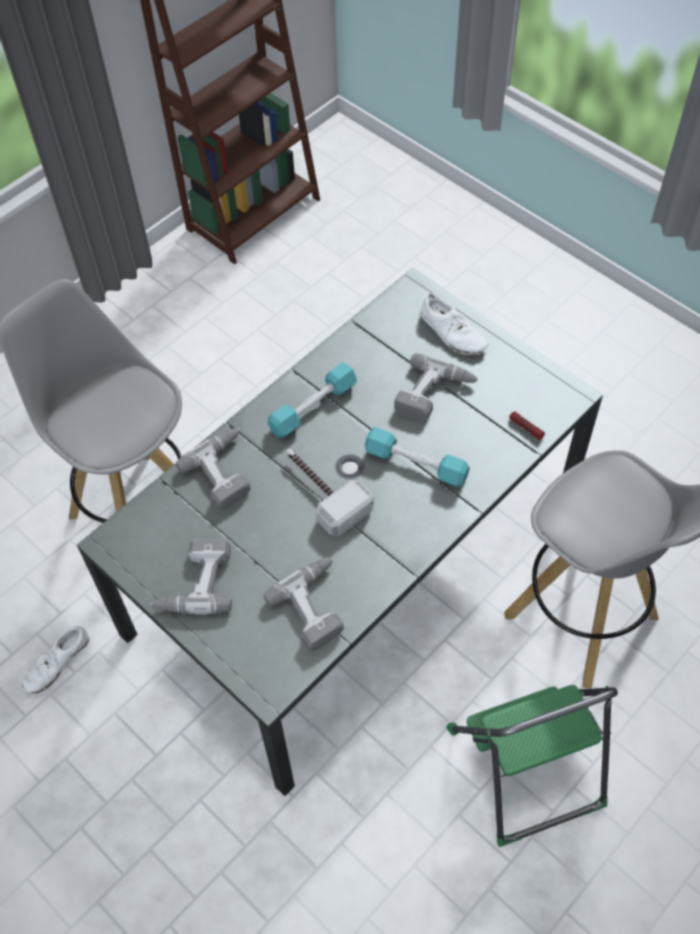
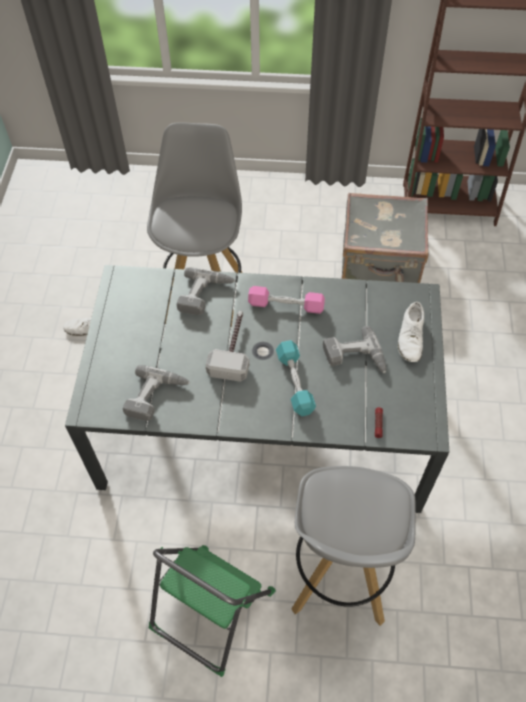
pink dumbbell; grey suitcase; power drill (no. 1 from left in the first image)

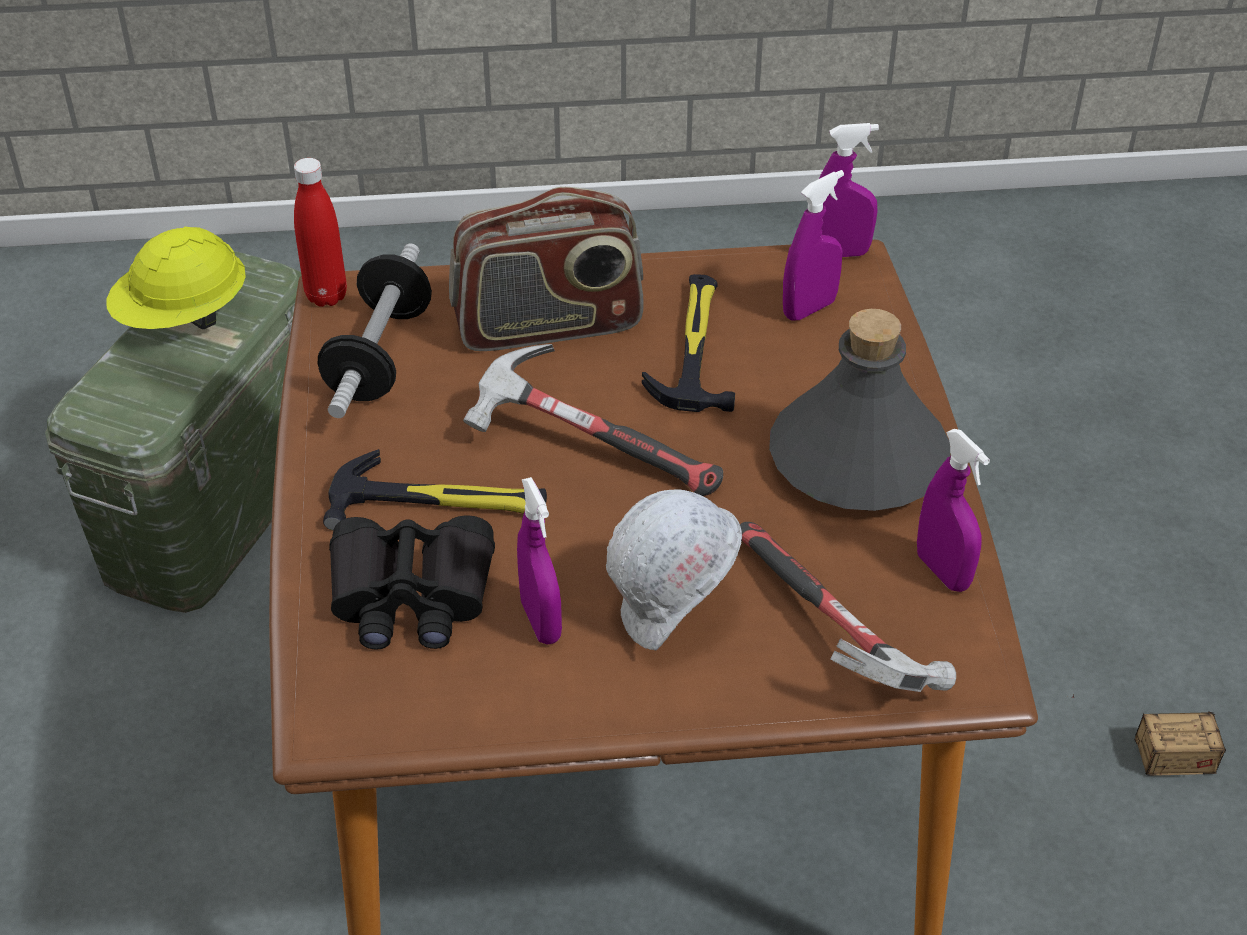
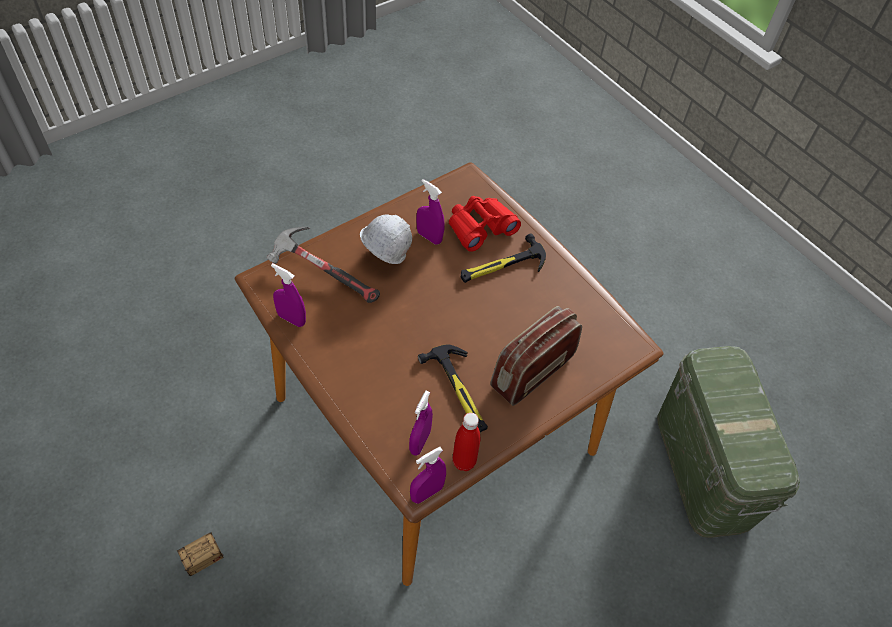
red binoculars; red bottle; yellow hard hat; dumbbell; hammer (no. 2 from left in the first image); grey bottle

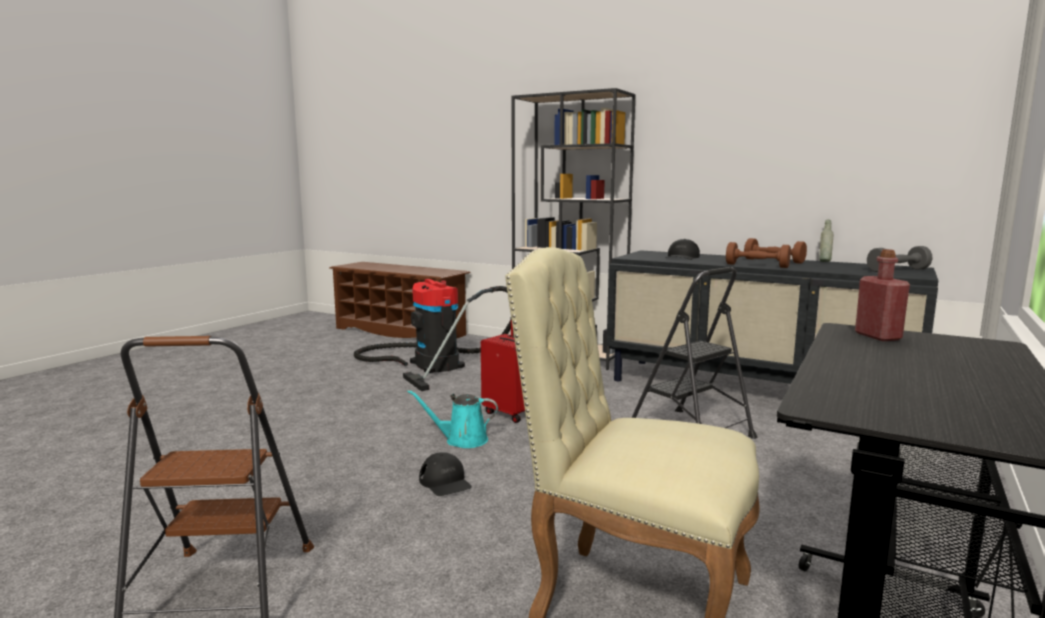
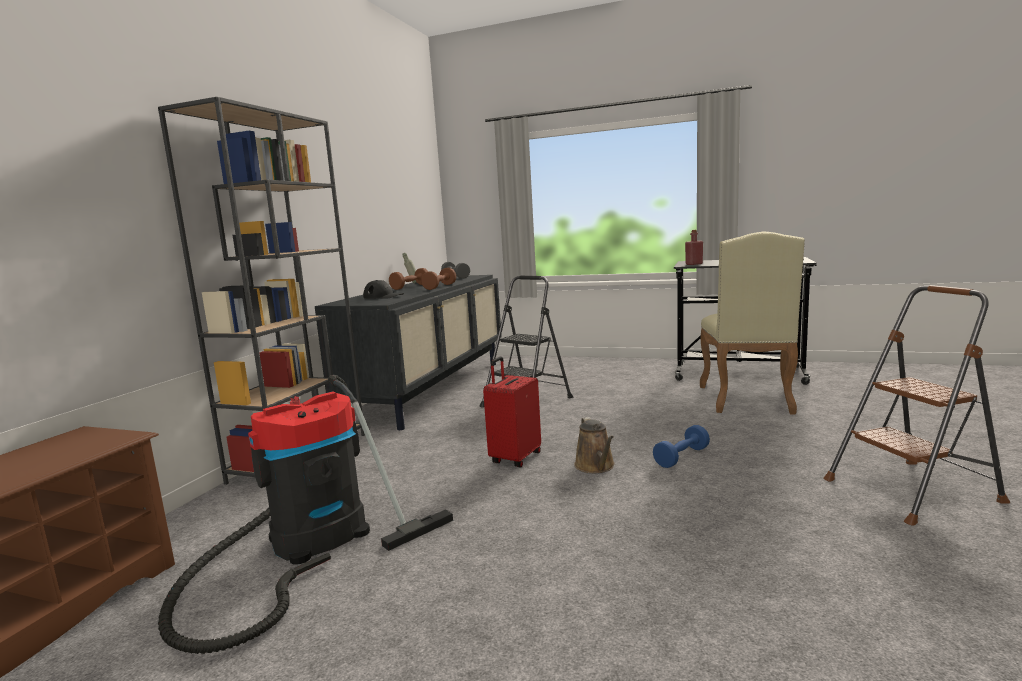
brown watering can; blue dumbbell

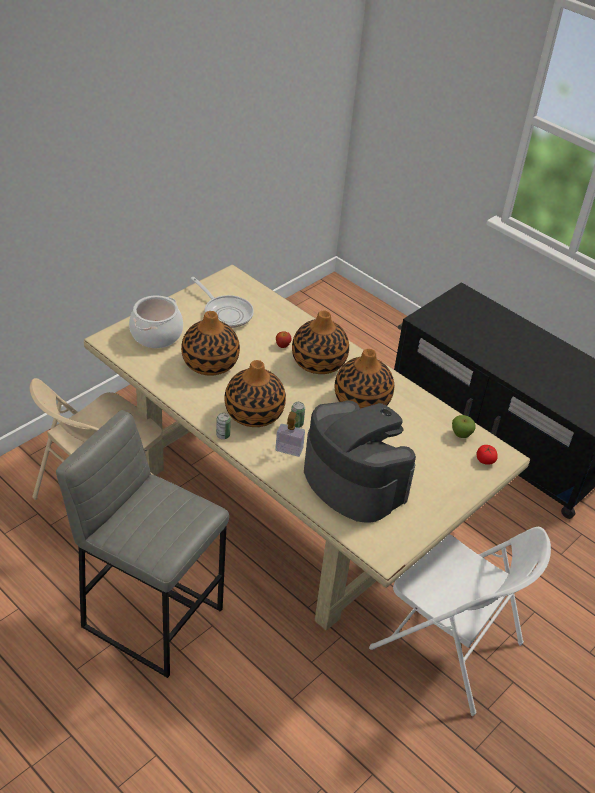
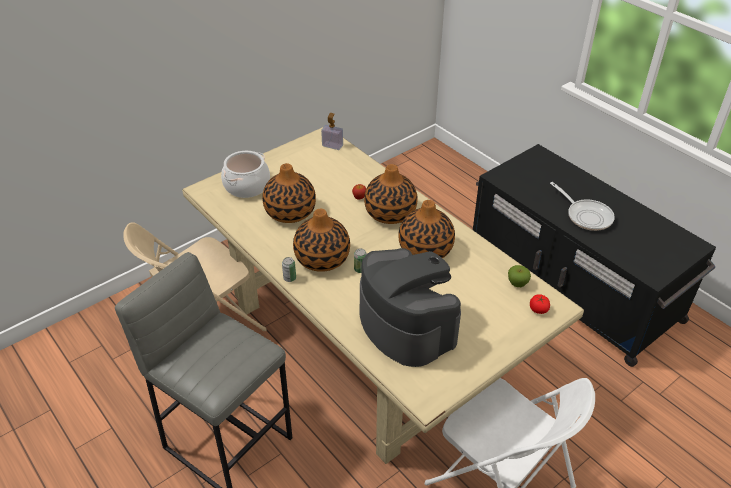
soap dispenser; frying pan

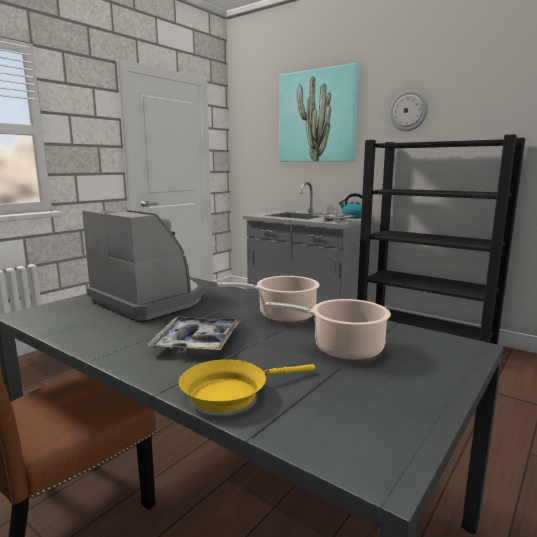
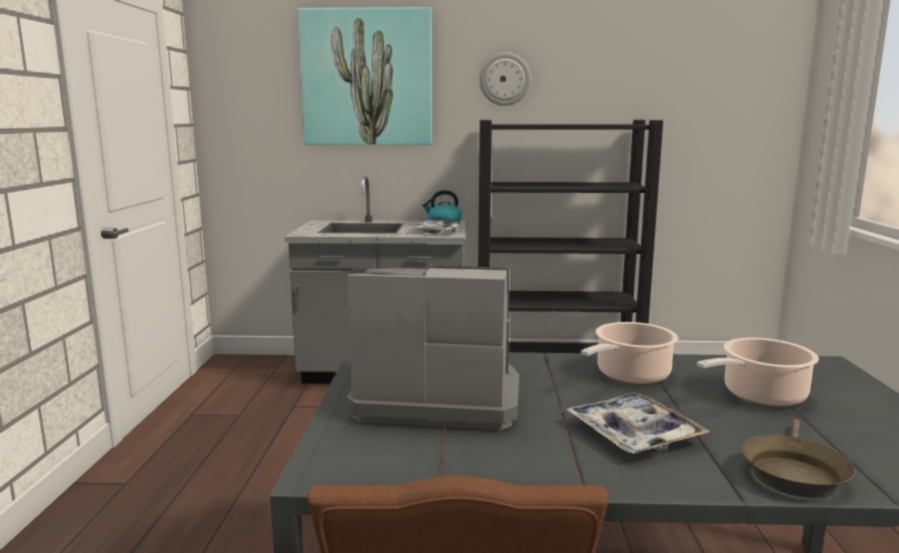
brown frying pan

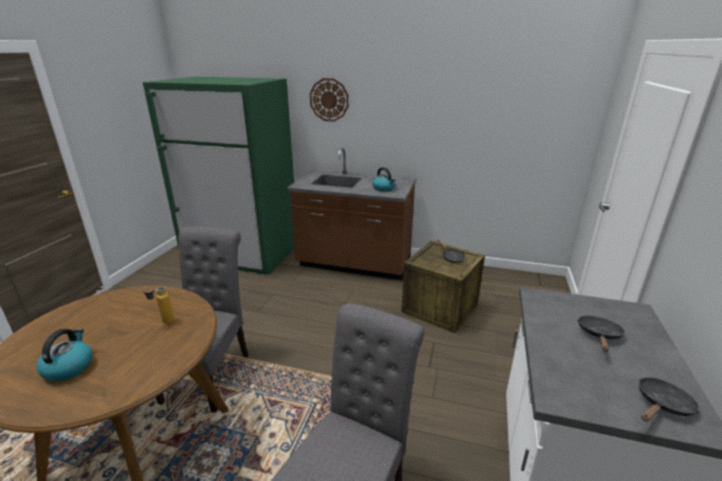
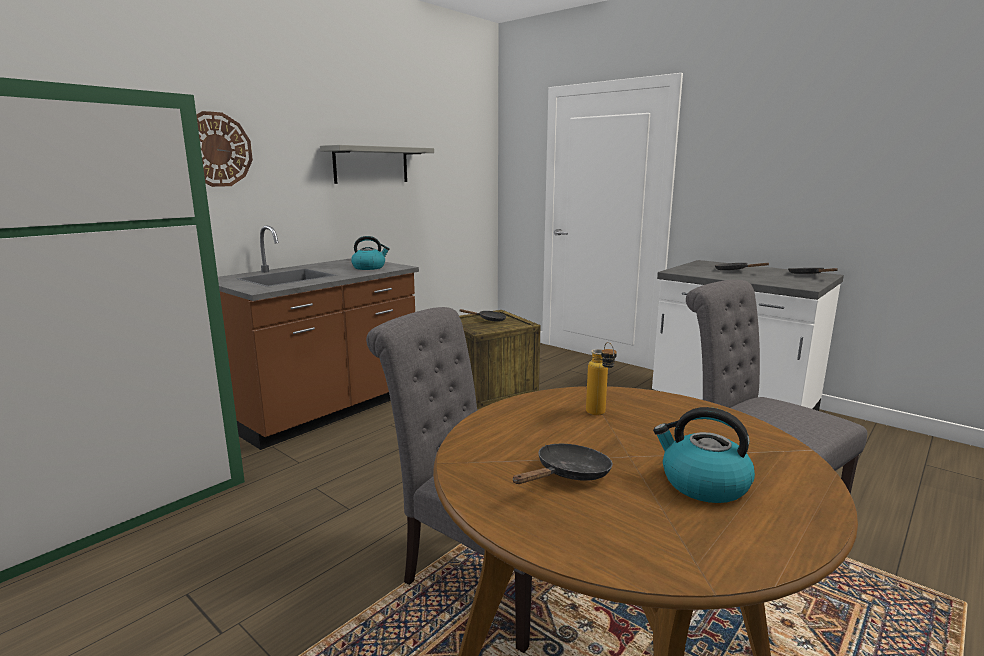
grey shelf; black frying pan (no. 2 from left)

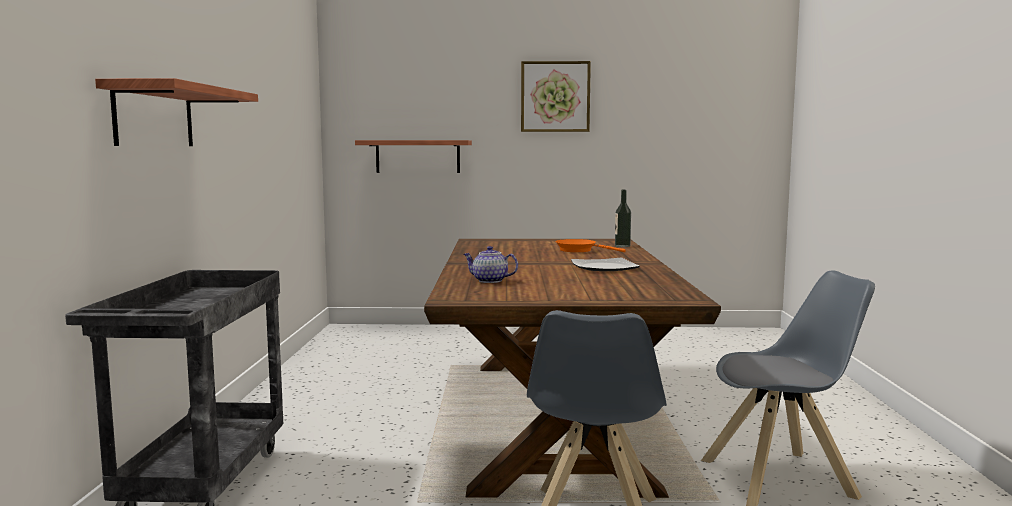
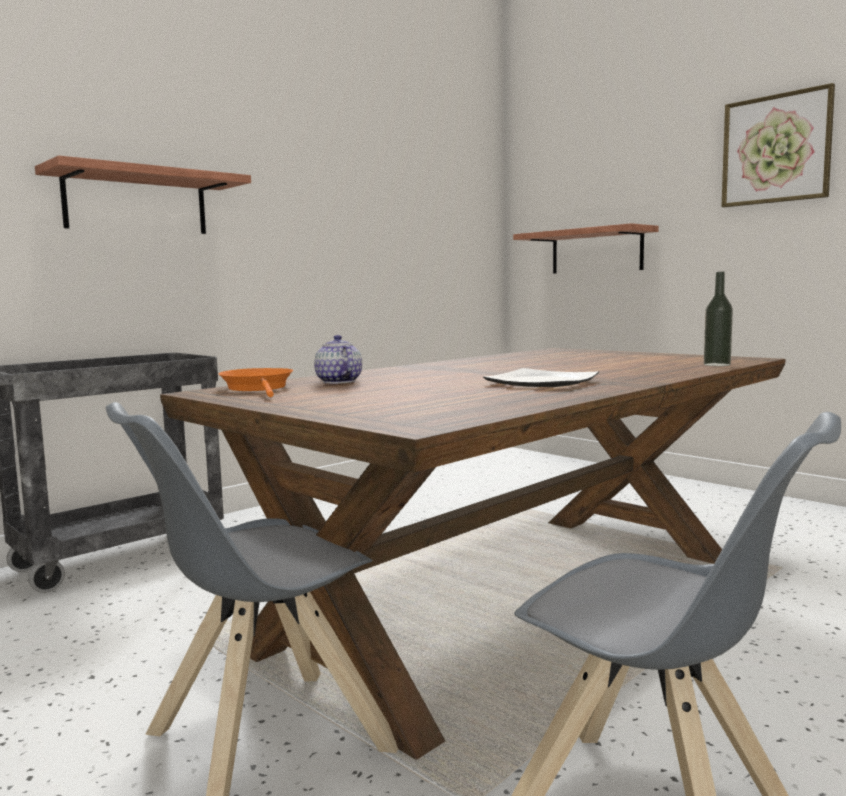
orange frying pan

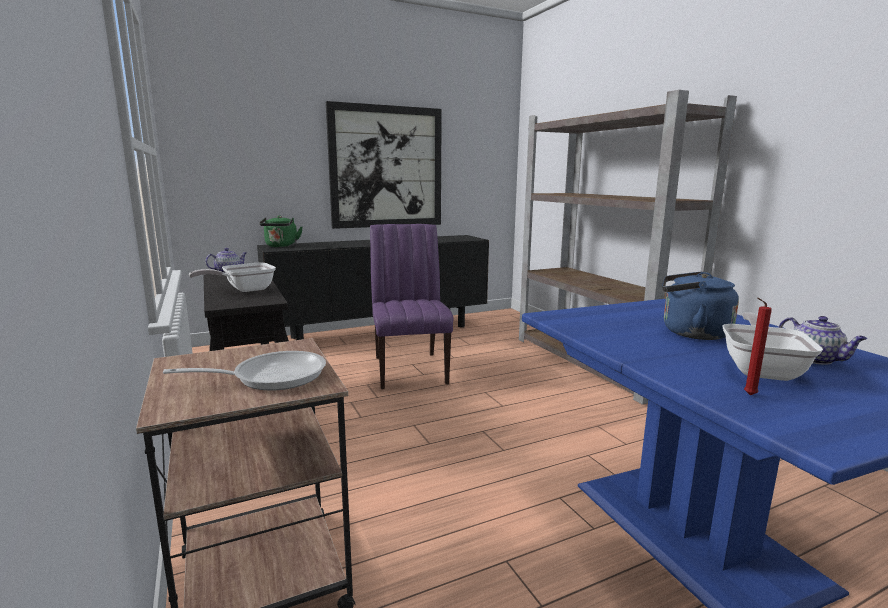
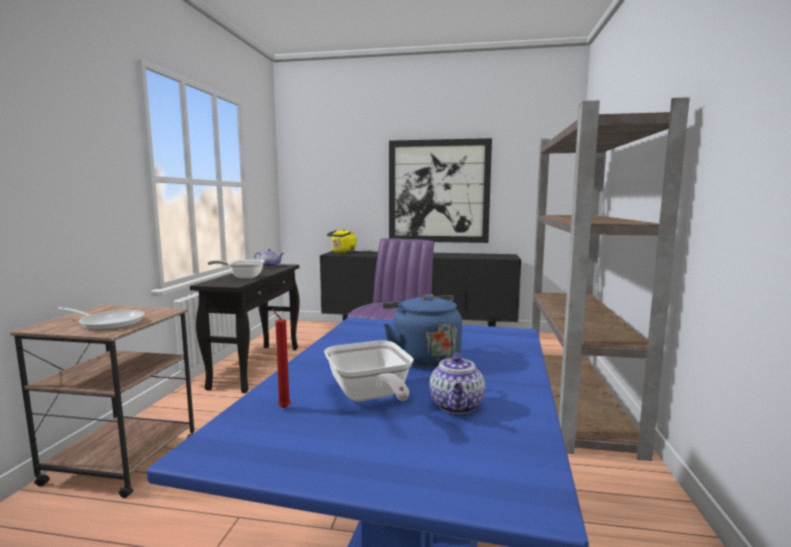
frying pan (no. 3 from left); yellow kettle

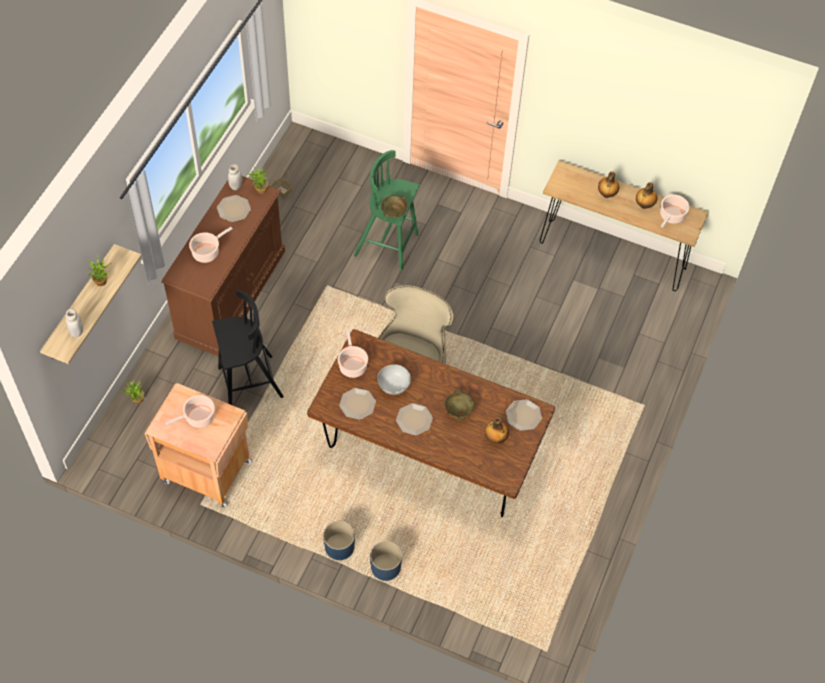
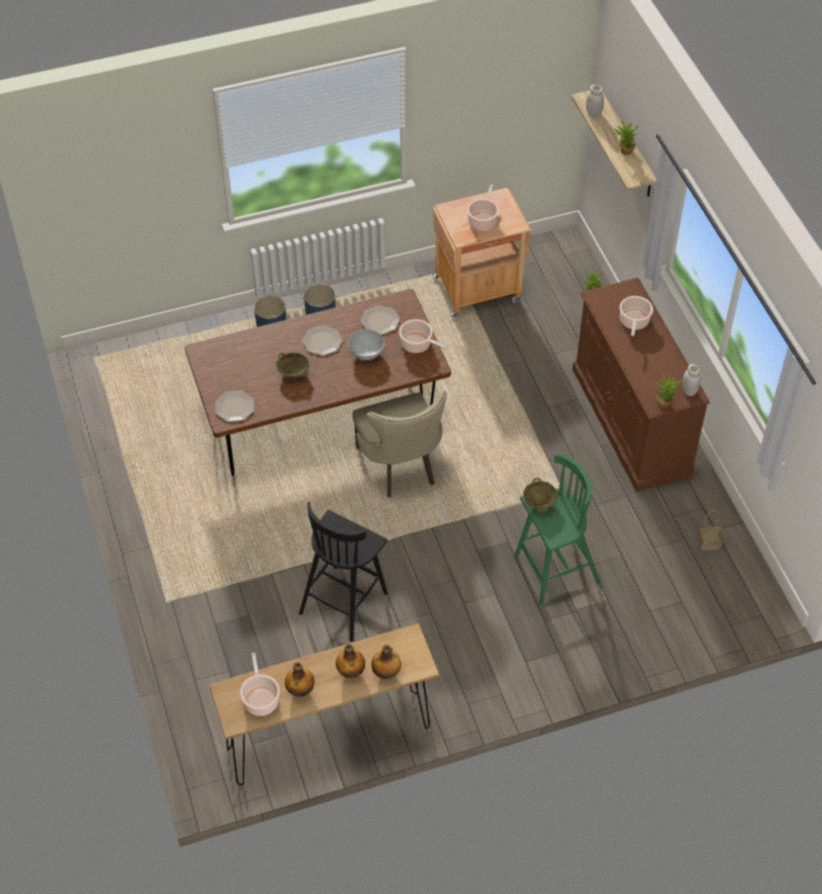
black stool; bottle (no. 3 from left); plate (no. 1 from left in the first image)

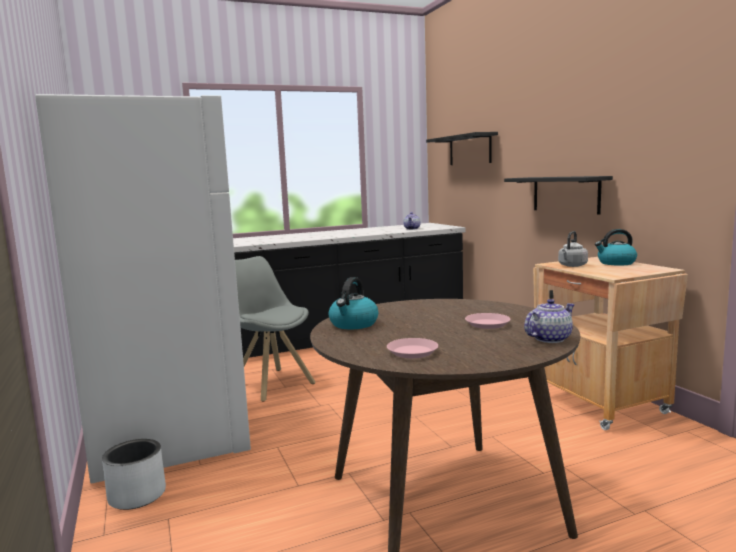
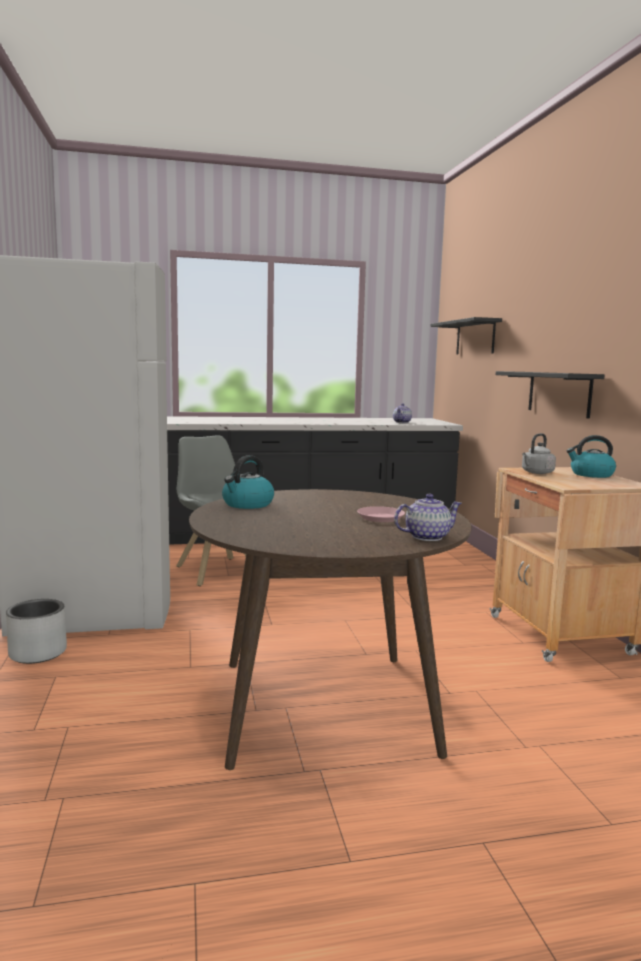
pink plate (no. 1 from left in the first image)

